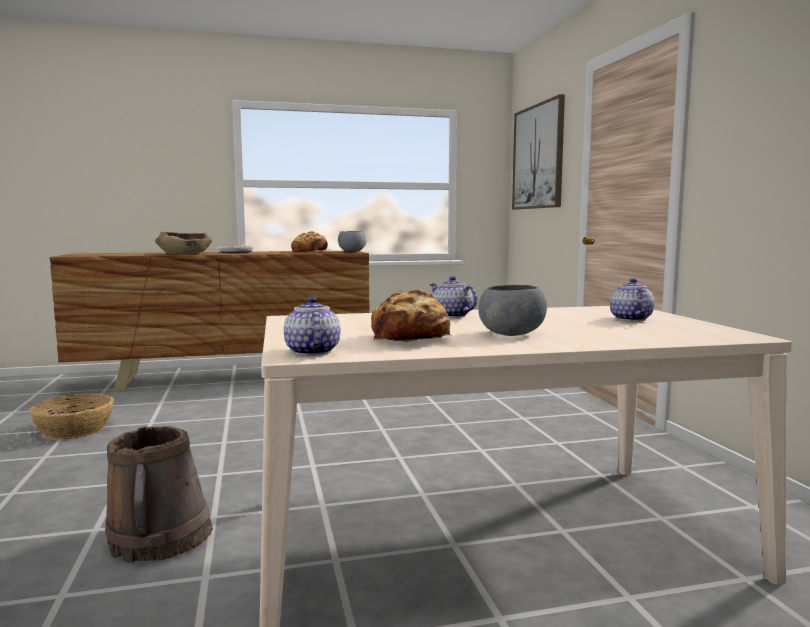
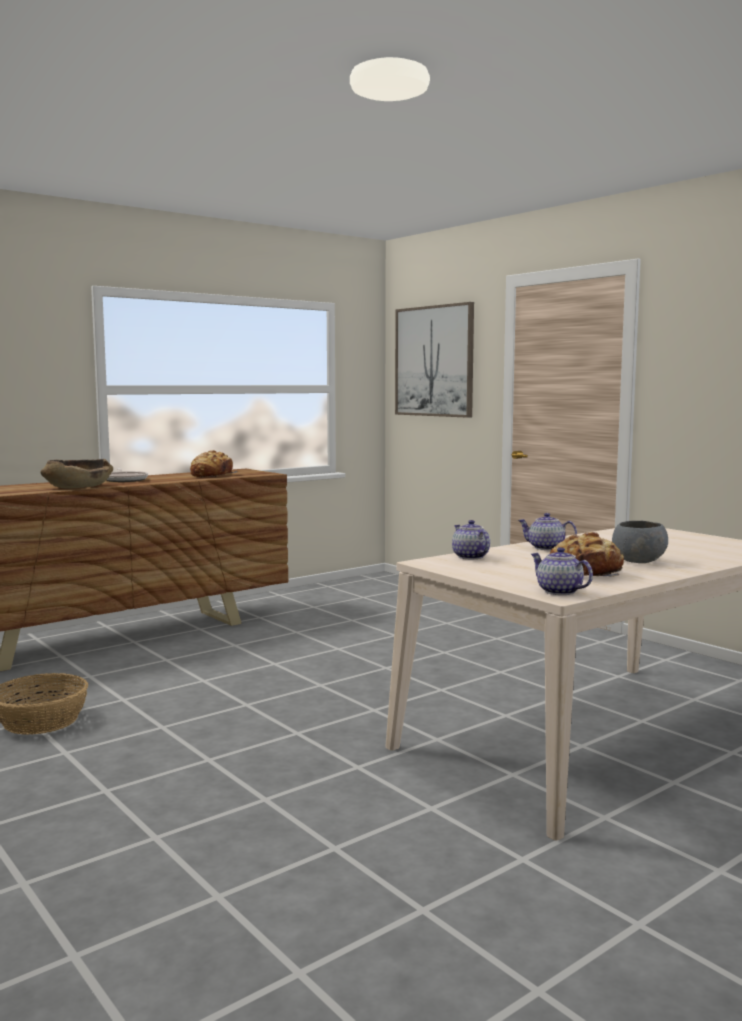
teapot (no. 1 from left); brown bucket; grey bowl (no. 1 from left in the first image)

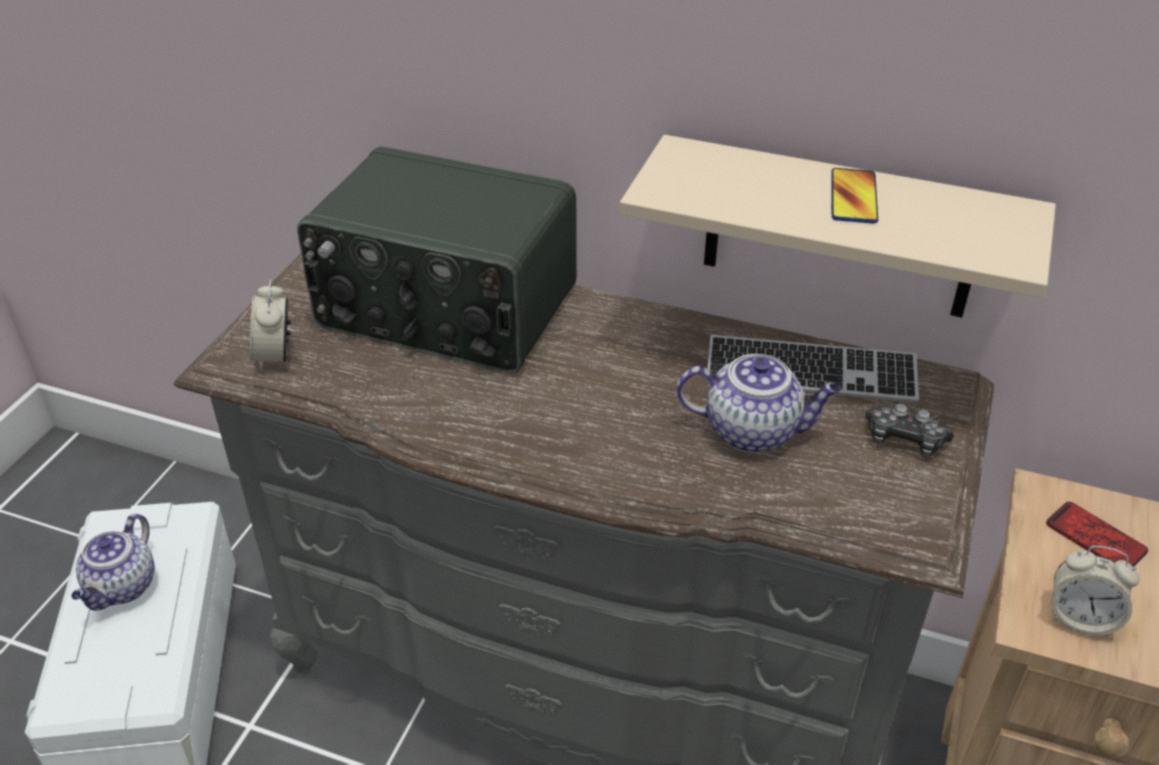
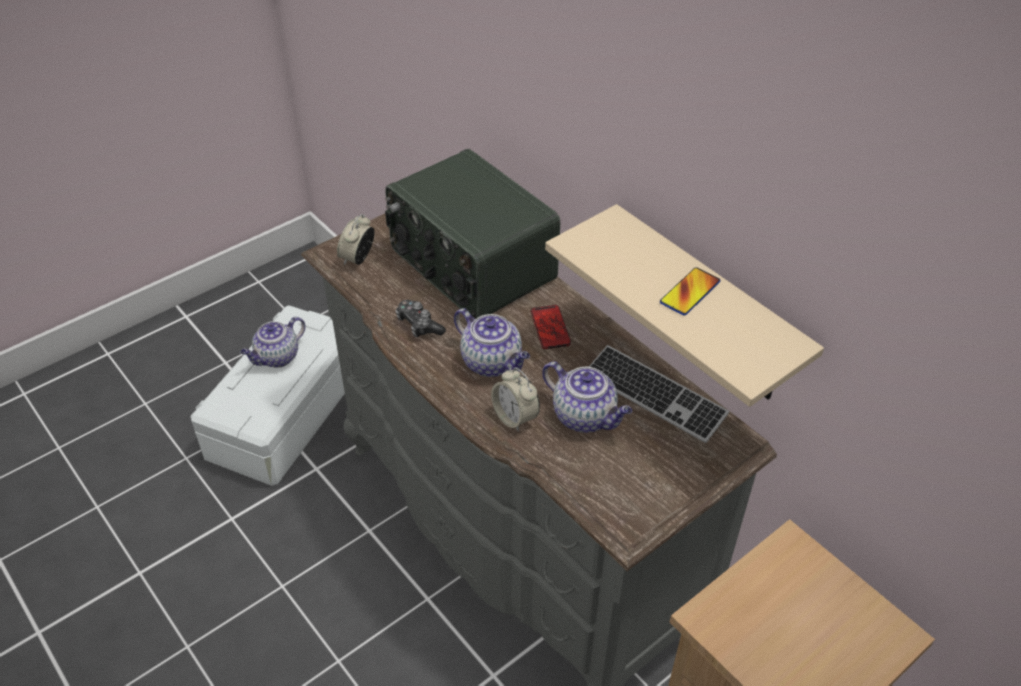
game controller; teapot (no. 2 from left); alarm clock (no. 2 from left); phone (no. 1 from left)

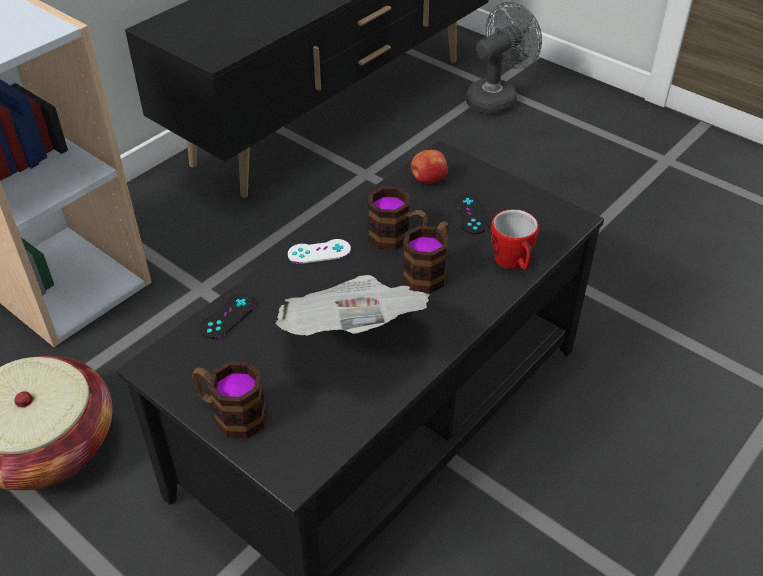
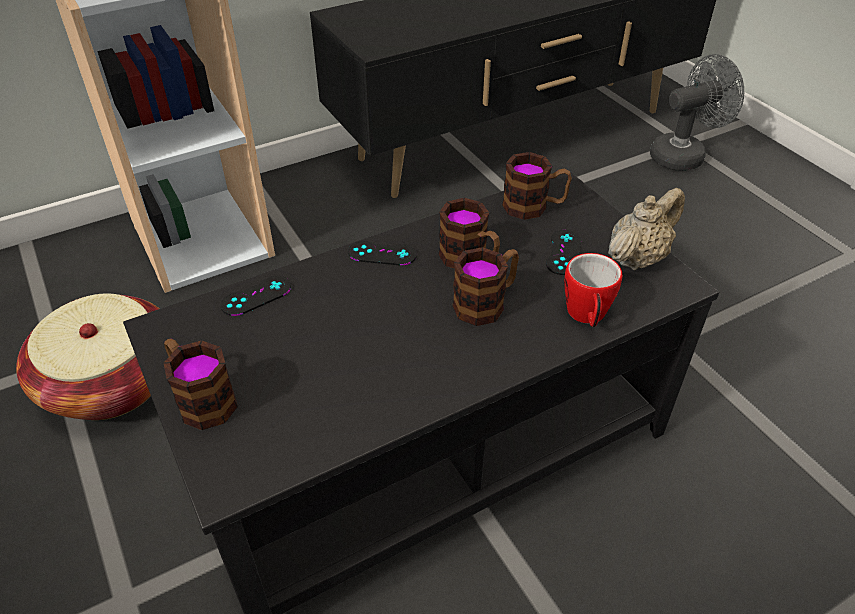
black game controller (no. 2 from left); mug (no. 4 from left); beige teapot; newspaper

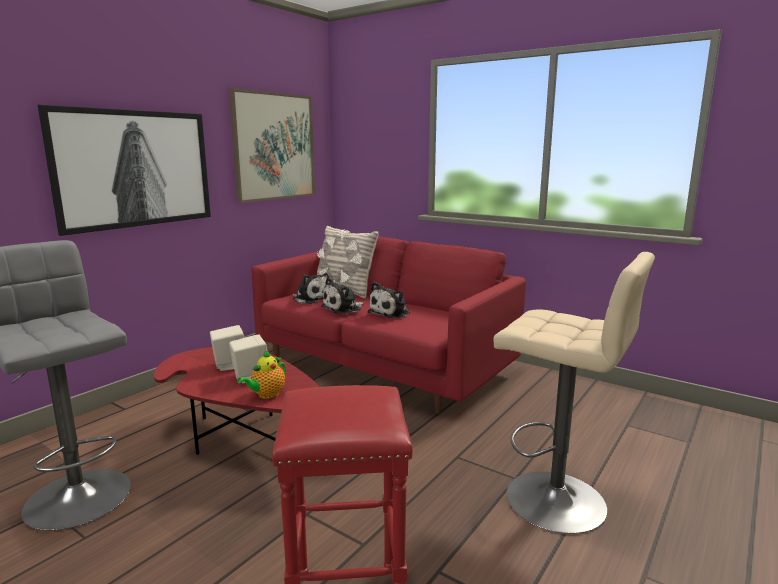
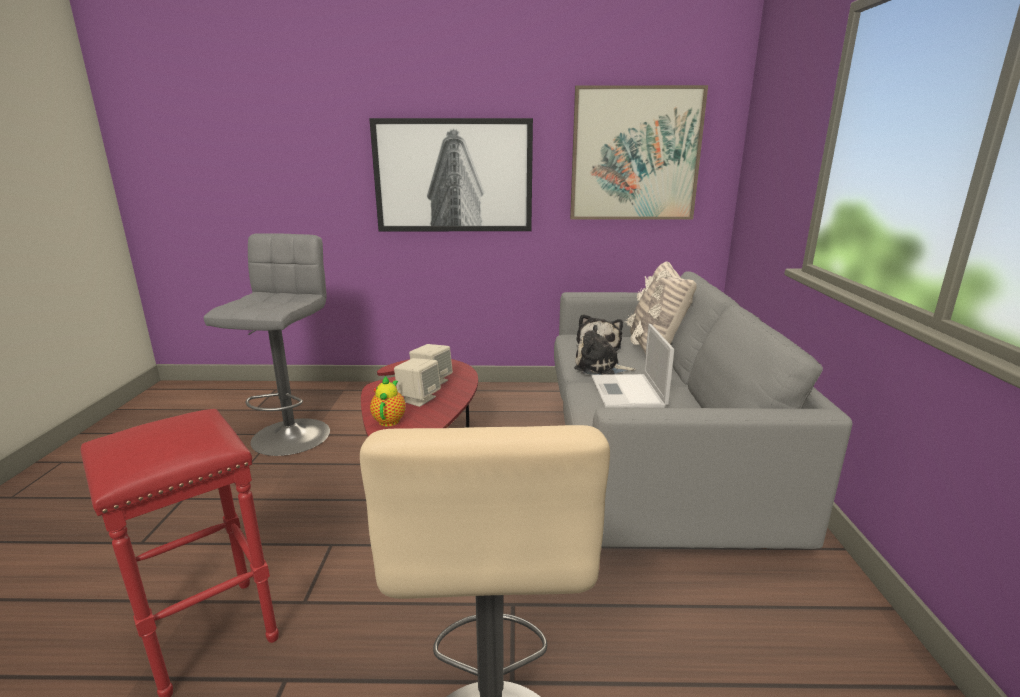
teapot; grey sofa; laptop

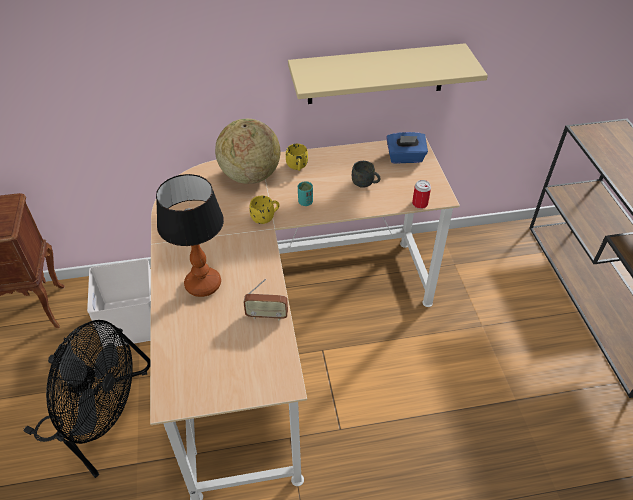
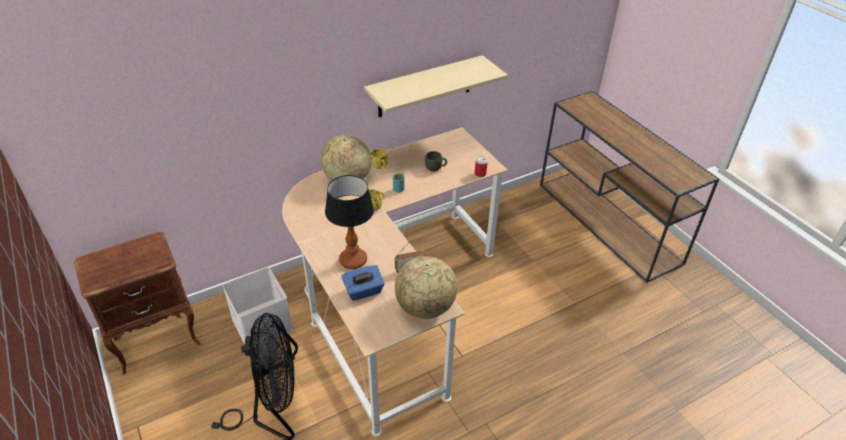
blue tissue box; globe (no. 2 from left)

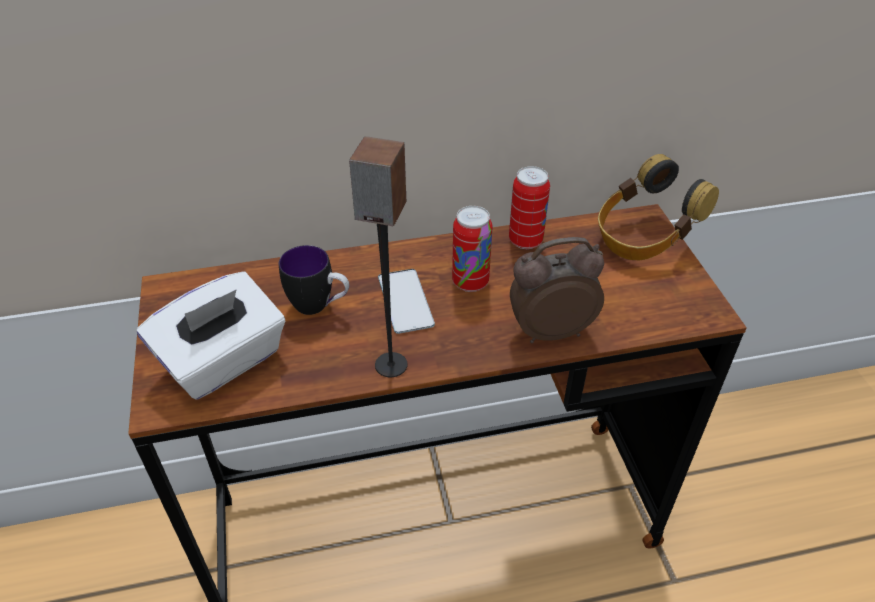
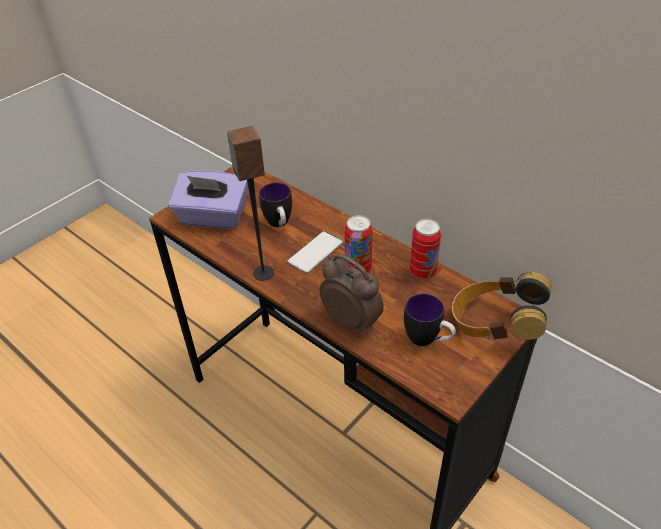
purple tissue box; mug (no. 2 from left)

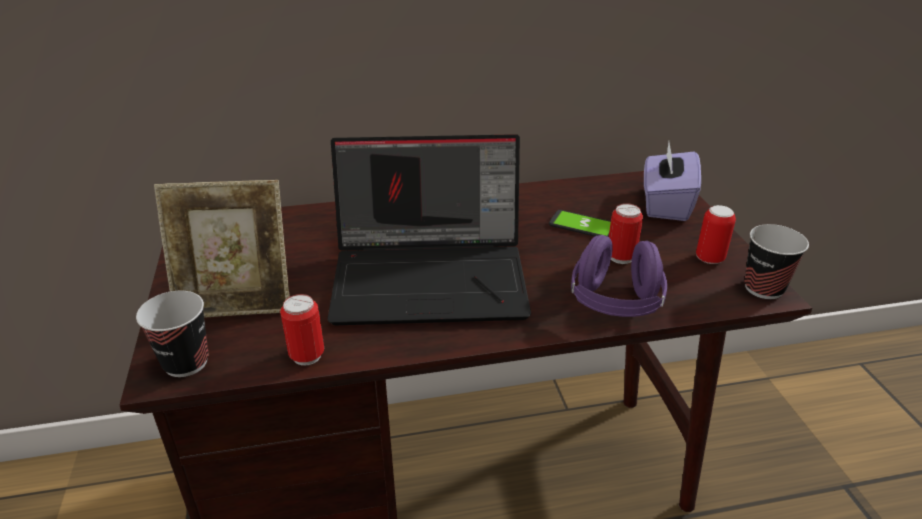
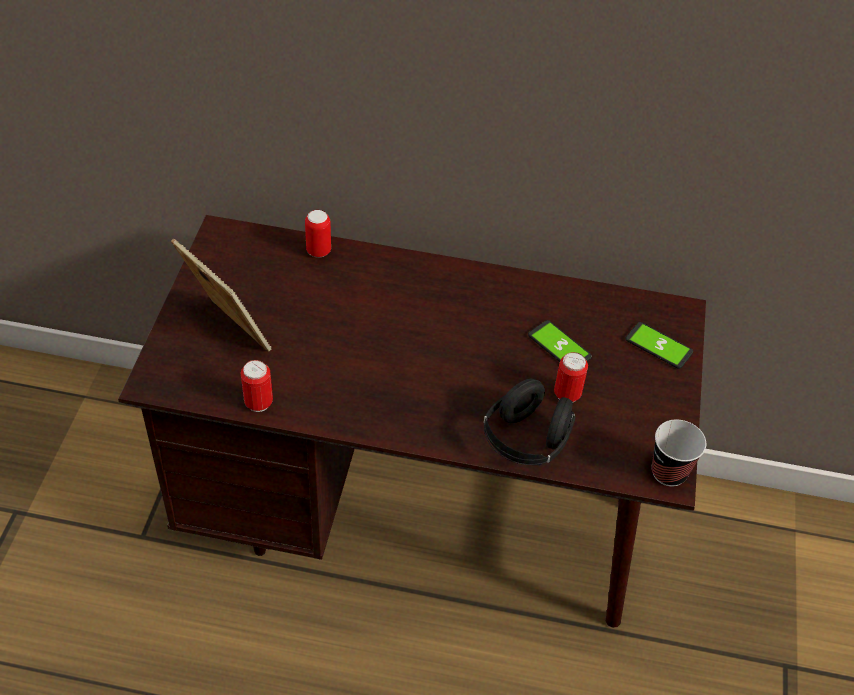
picture frame; can (no. 2 from left); black headphones; phone (no. 2 from left); cup (no. 1 from left in the first image); laptop

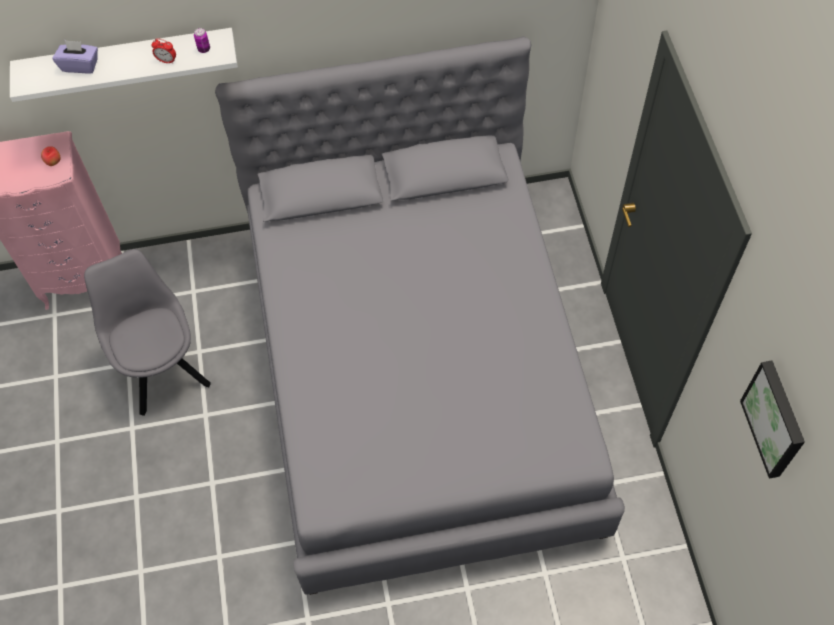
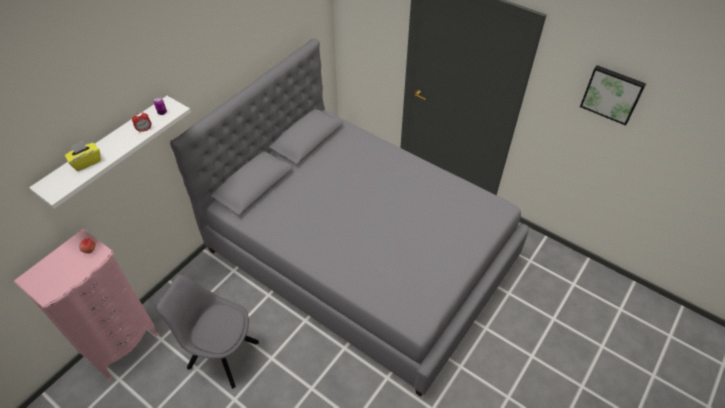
yellow tissue box

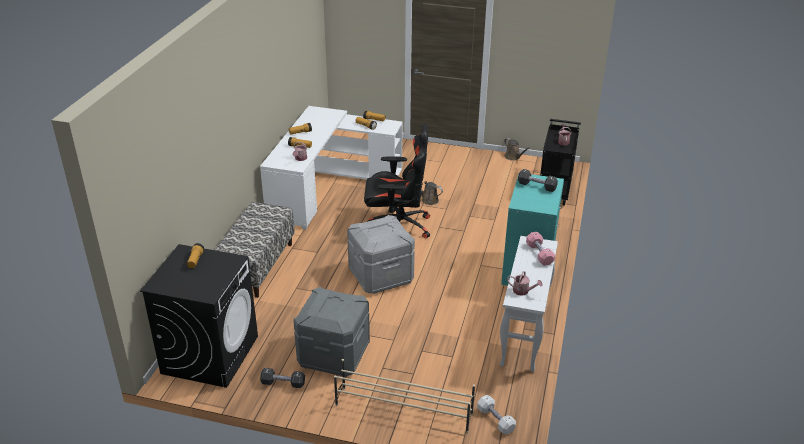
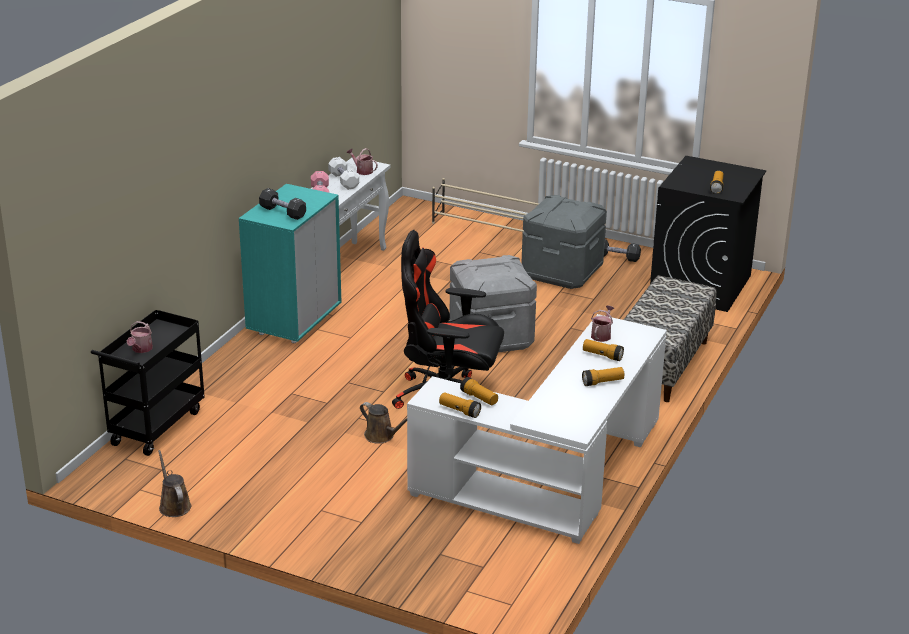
white dumbbell

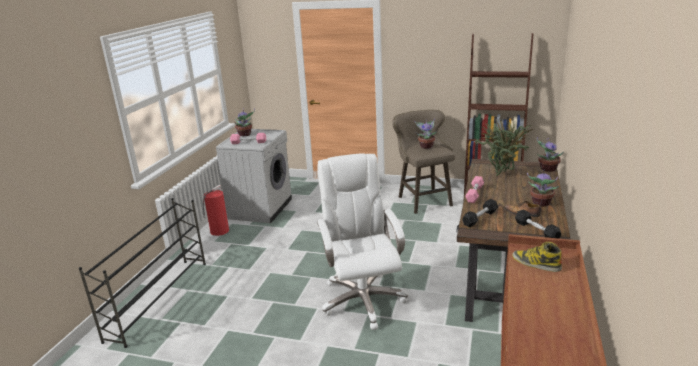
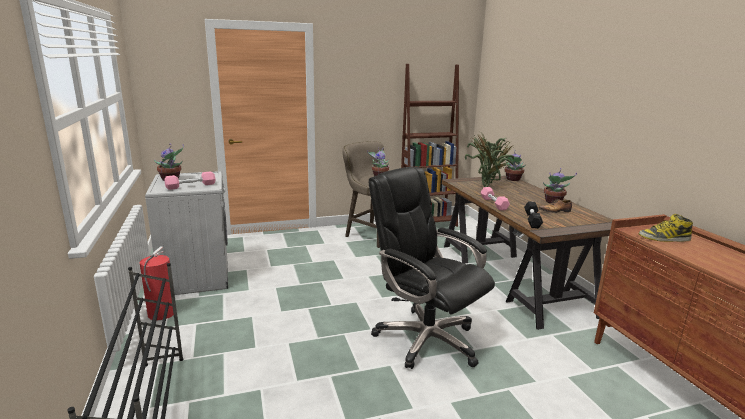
black office chair; black dumbbell (no. 2 from left in the first image)

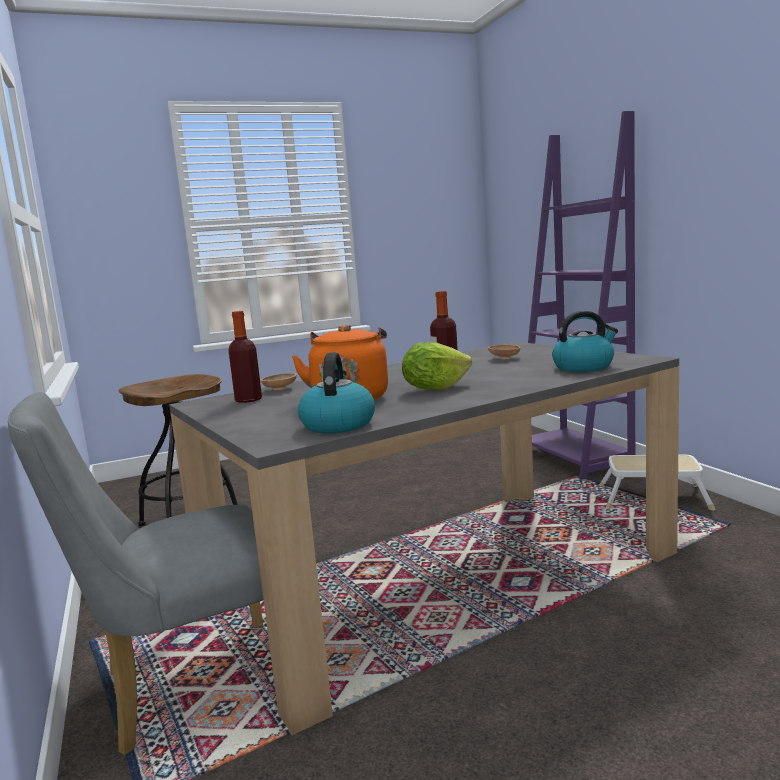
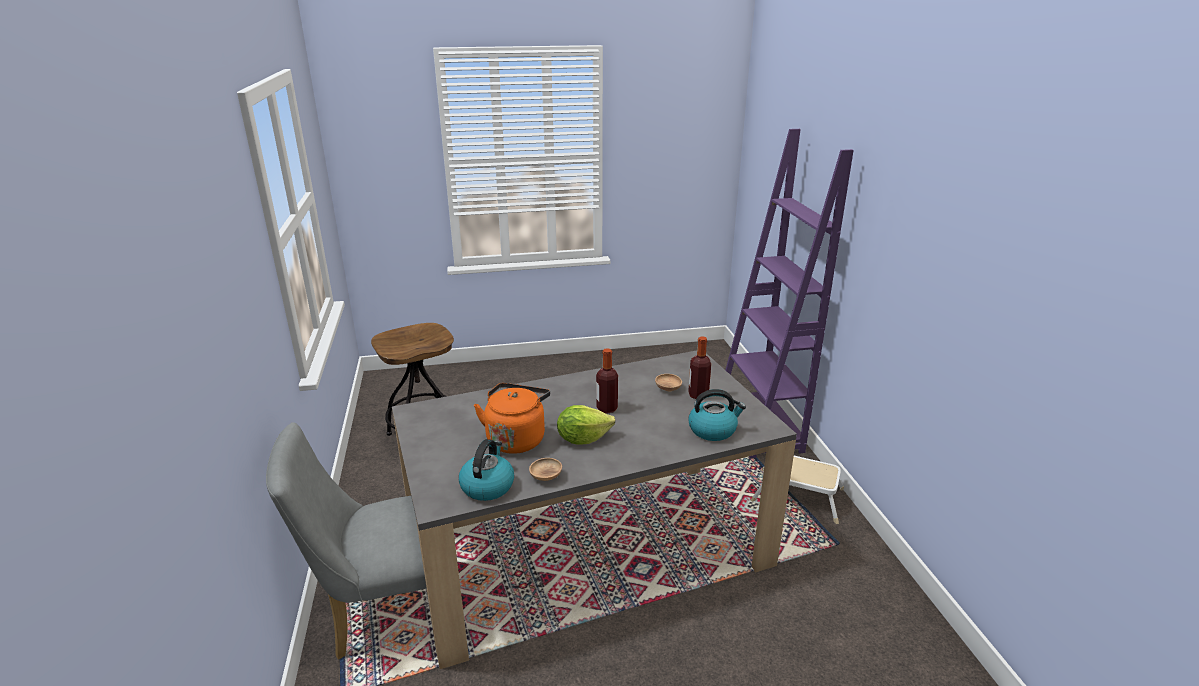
brown bowl (no. 1 from left); bottle (no. 2 from left)

